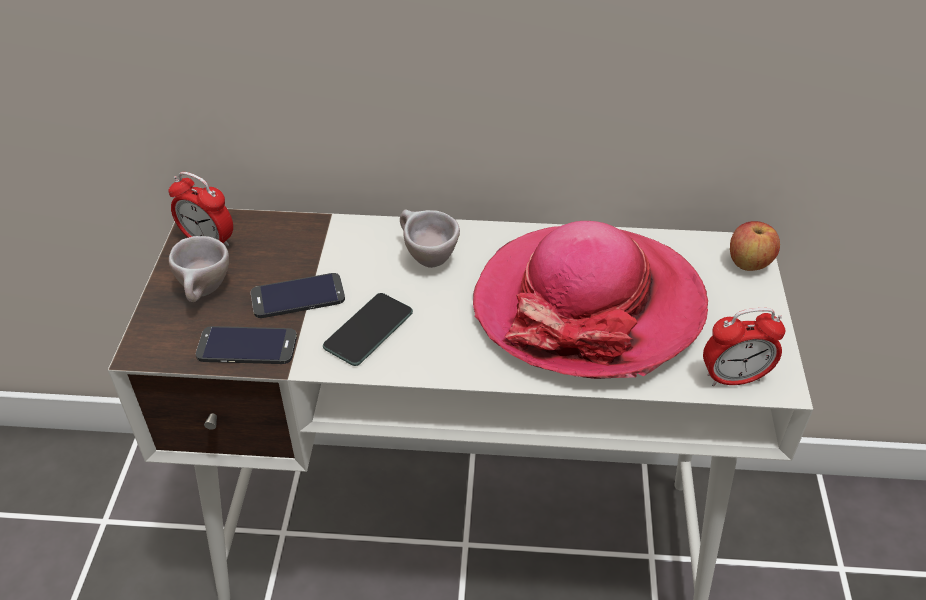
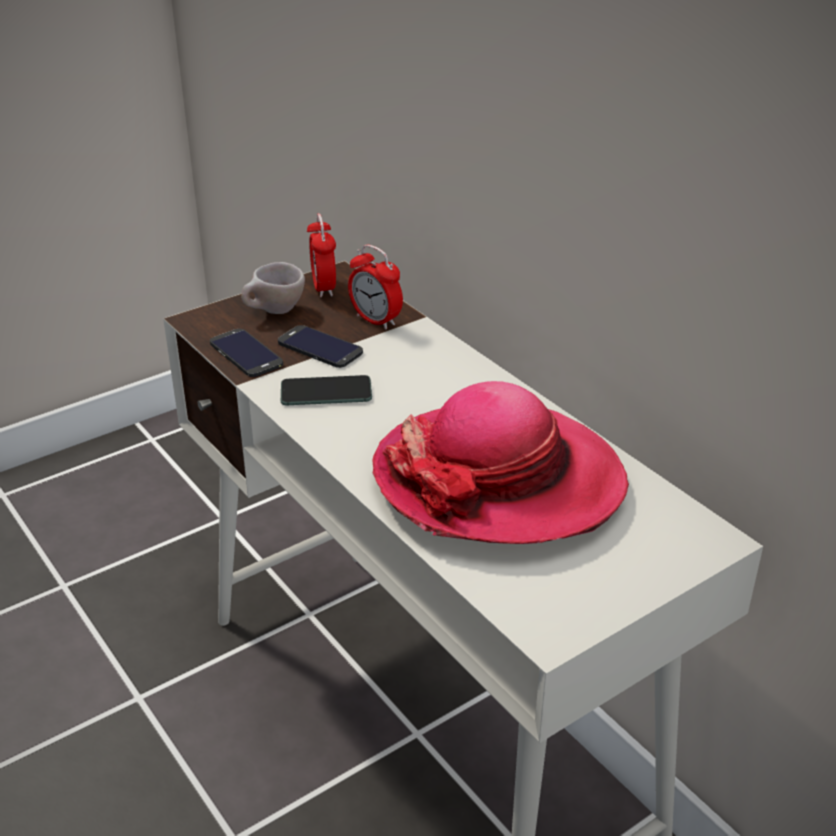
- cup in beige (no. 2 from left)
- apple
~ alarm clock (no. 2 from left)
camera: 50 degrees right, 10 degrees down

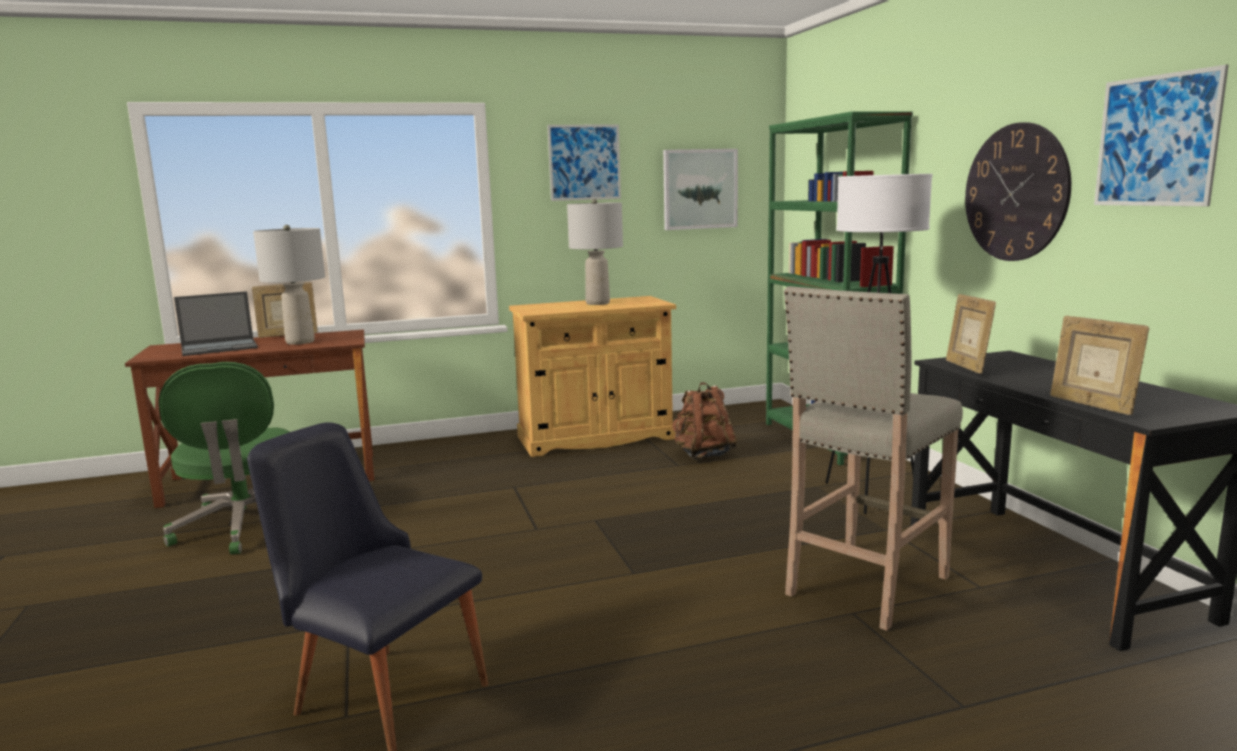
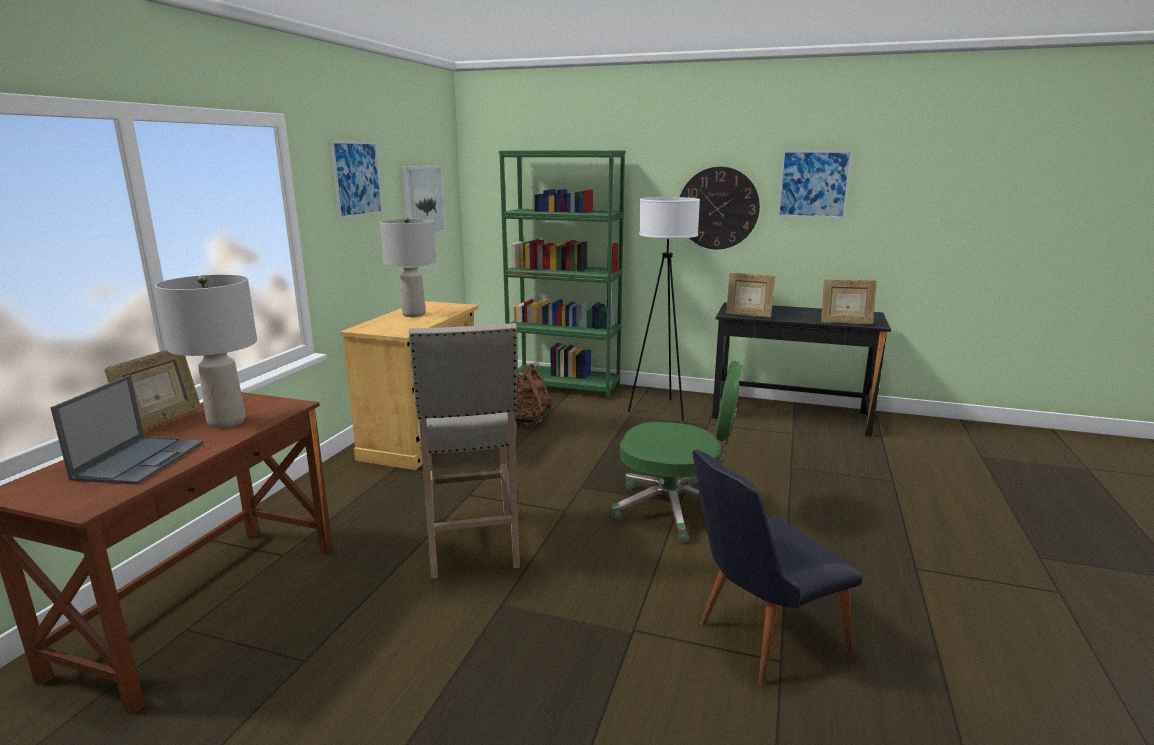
~ stool in beige
~ office chair in green
camera: 55 degrees left, 5 degrees up

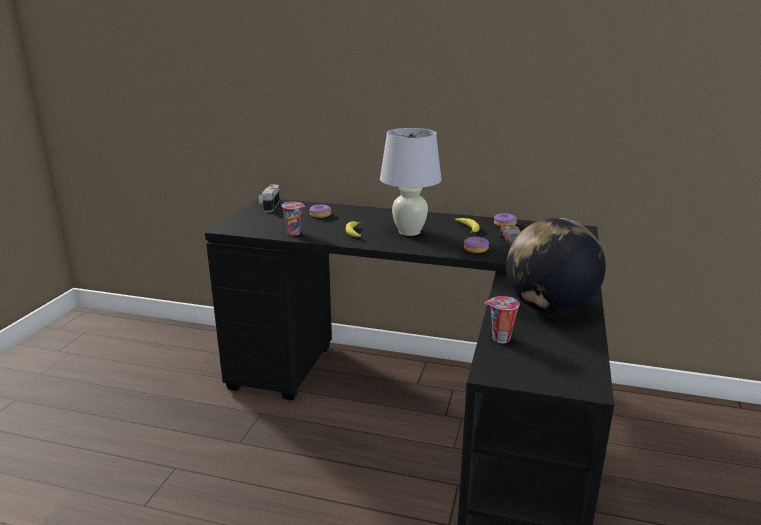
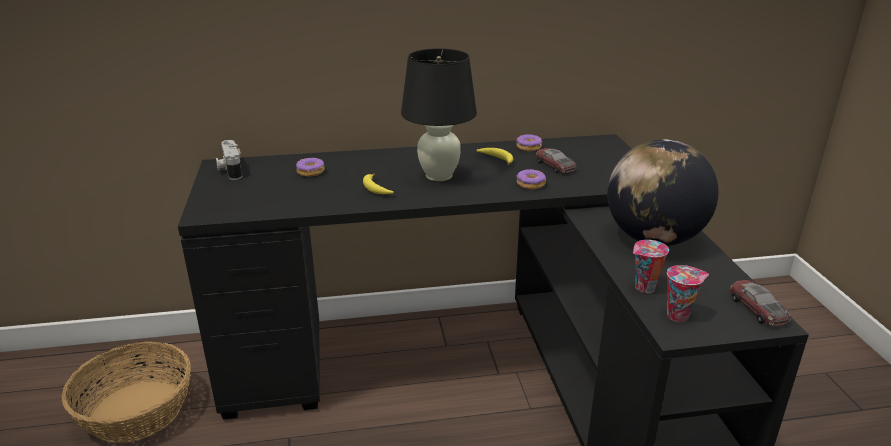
~ table lamp in white to table lamp in black
~ cup (no. 1 from left in the first image) to cup (no. 2 from left)
+ toy car (no. 2 from left)
+ basket
camera: 25 degrees left, 5 degrees up

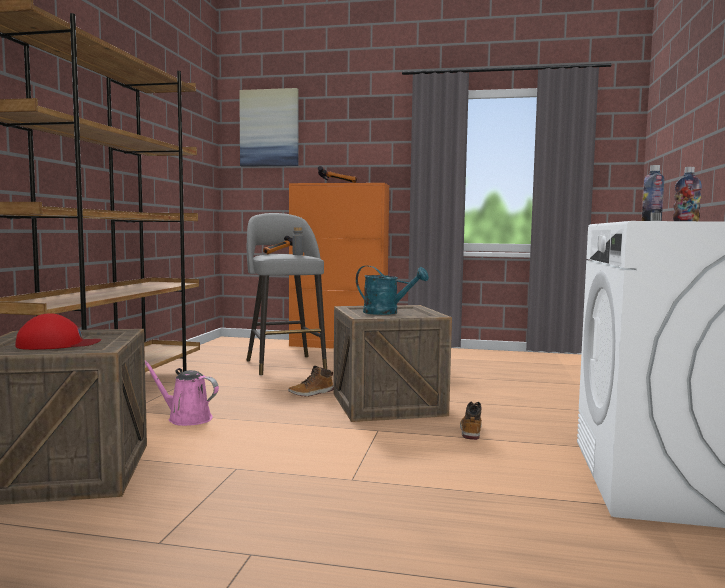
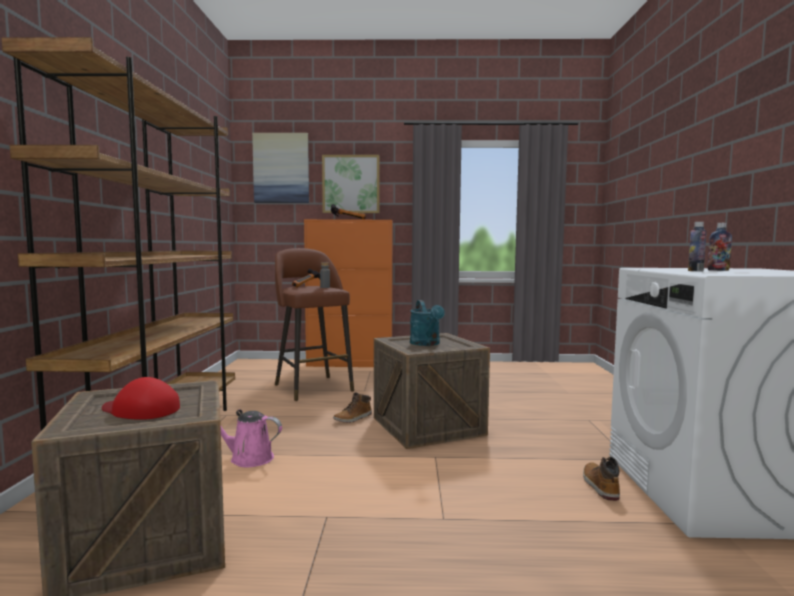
~ stool in grey to stool in brown
~ watering can in turquoise 60 degrees clockwise
~ cap in red 135 degrees counterclockwise
~ boot (no. 2 from left)
+ picture (no. 2 from left)
camera: 10 degrees left, 0 degrees up

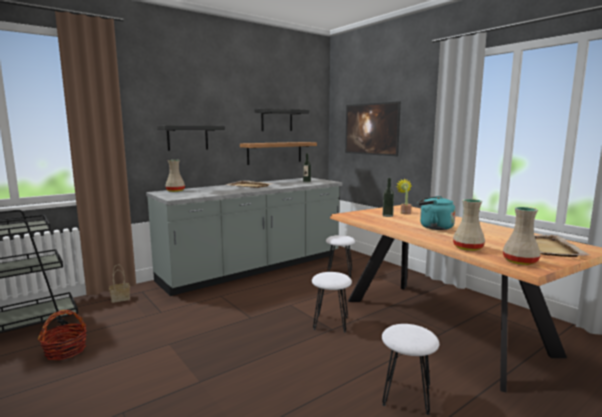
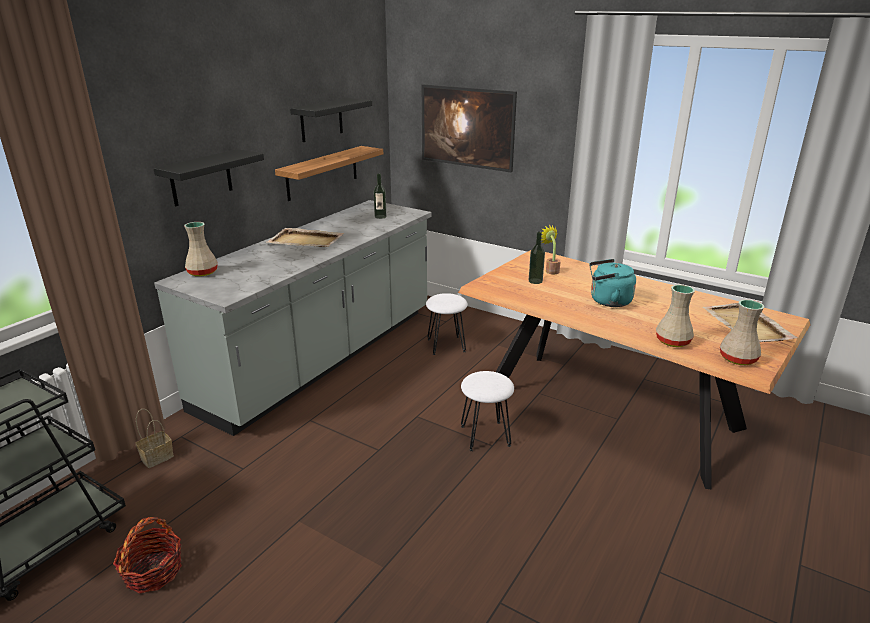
- stool in white (no. 3 from left)
camera: 20 degrees left, 15 degrees up

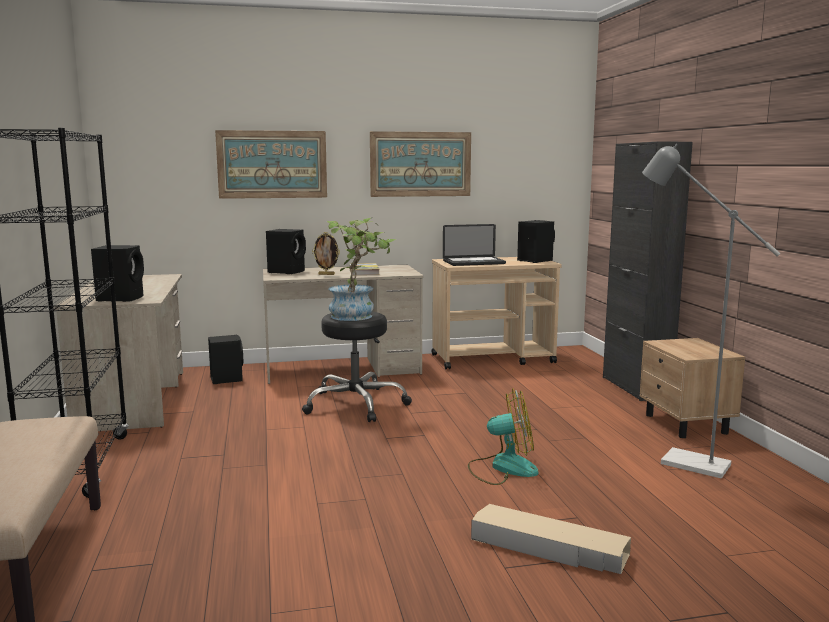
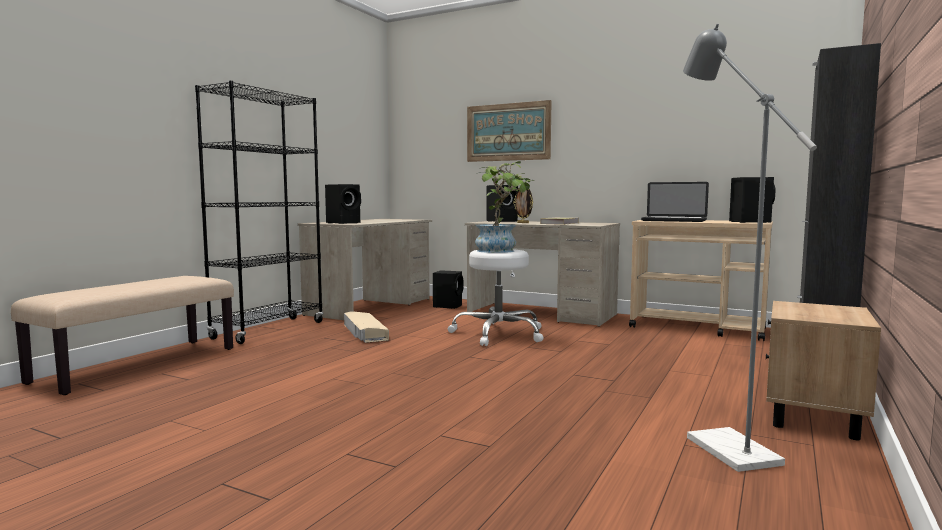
- picture (no. 2 from left)
~ stool in black to stool in white
- fan
~ storage box in beige
camera: 40 degrees right, 5 degrees down

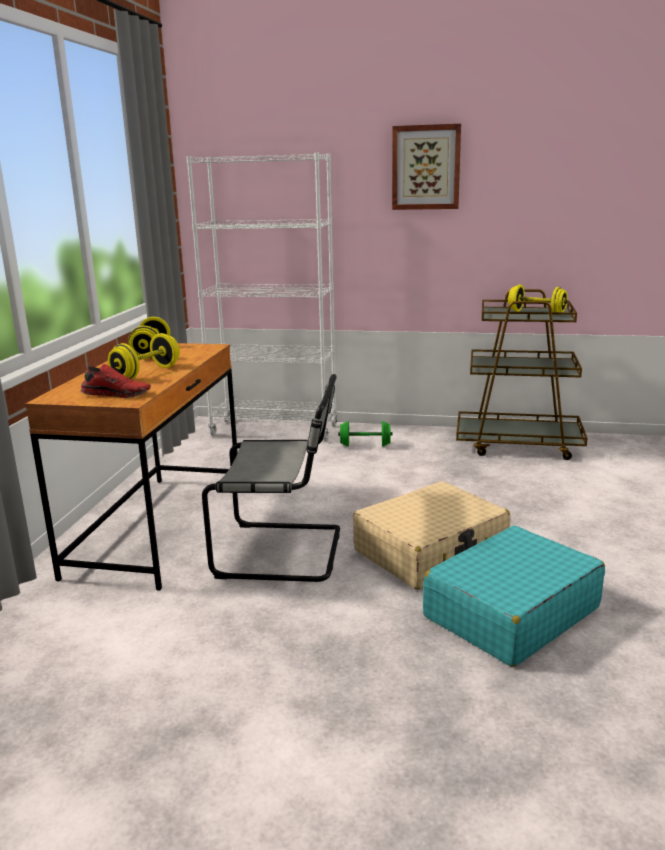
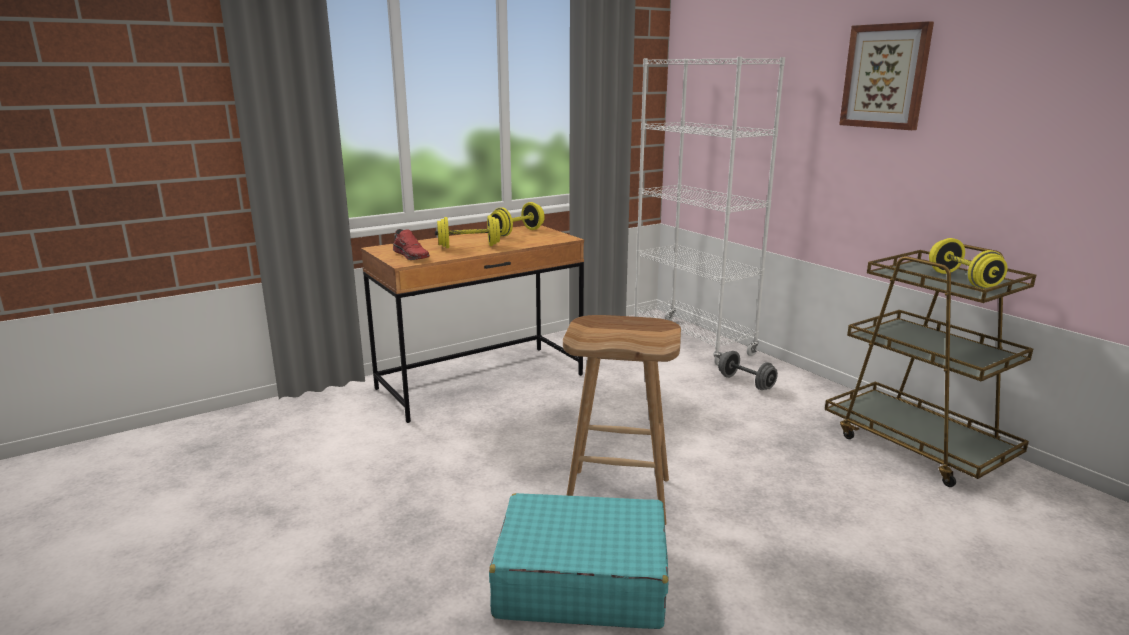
- chair in grey
~ dumbbell in green to dumbbell in grey
~ suitcase in beige to stool in brown
camera: 45 degrees right, 0 degrees up

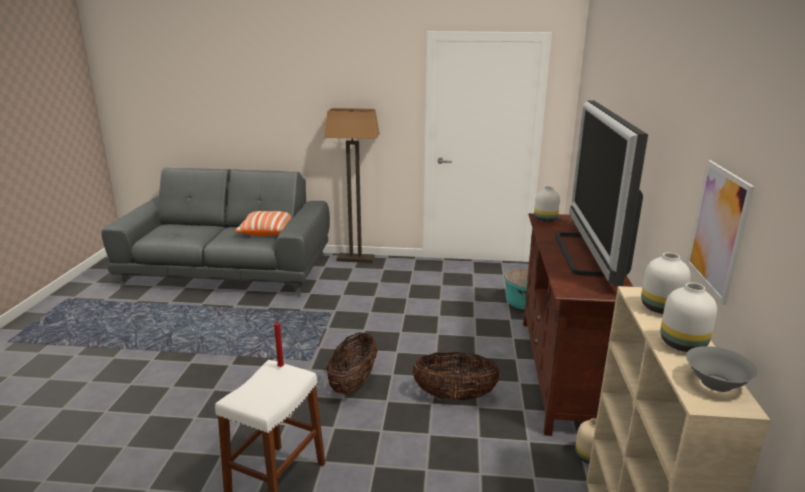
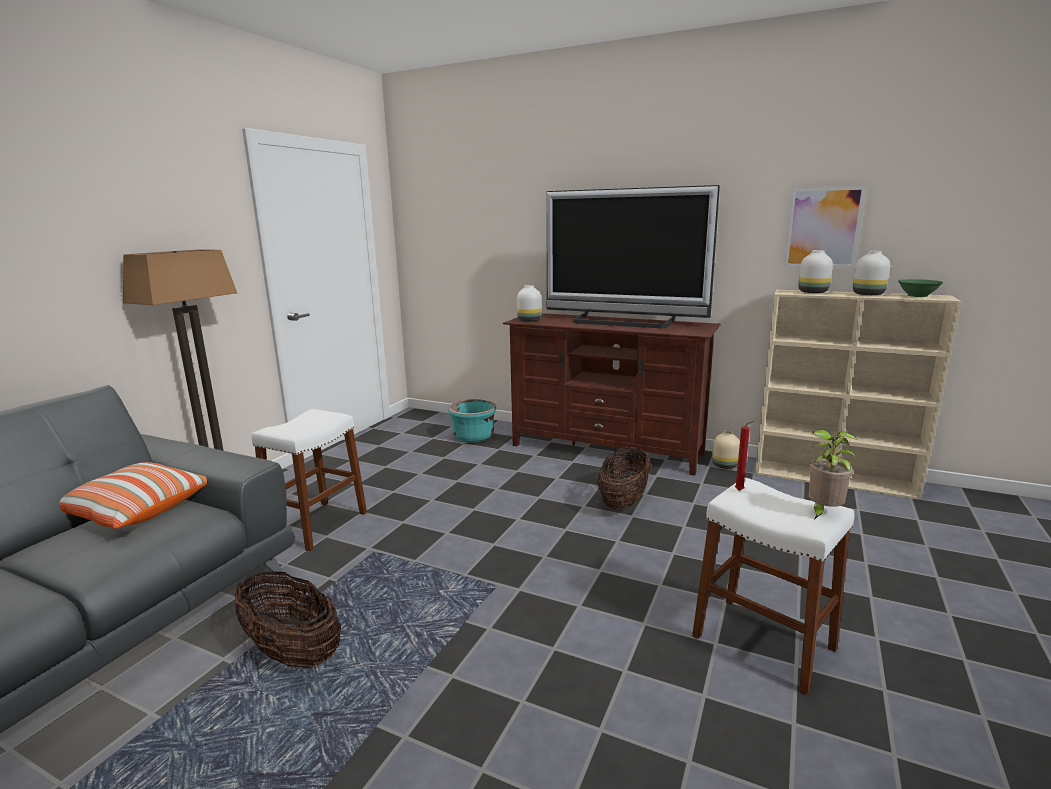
~ basket (no. 1 from left)
~ bowl in grey to bowl in green
+ stool in white (no. 1 from left)
+ potted plant
camera: 70 degrees left, 5 degrees down

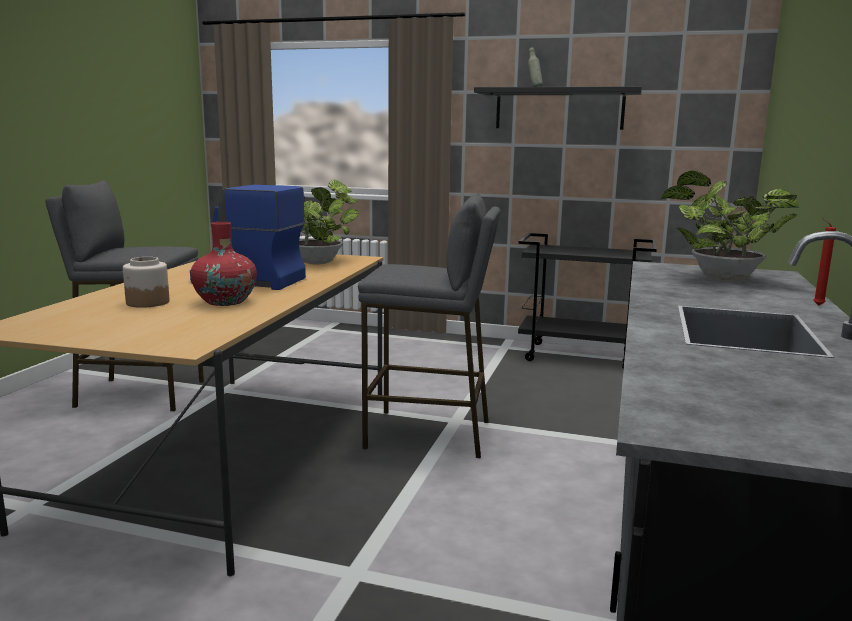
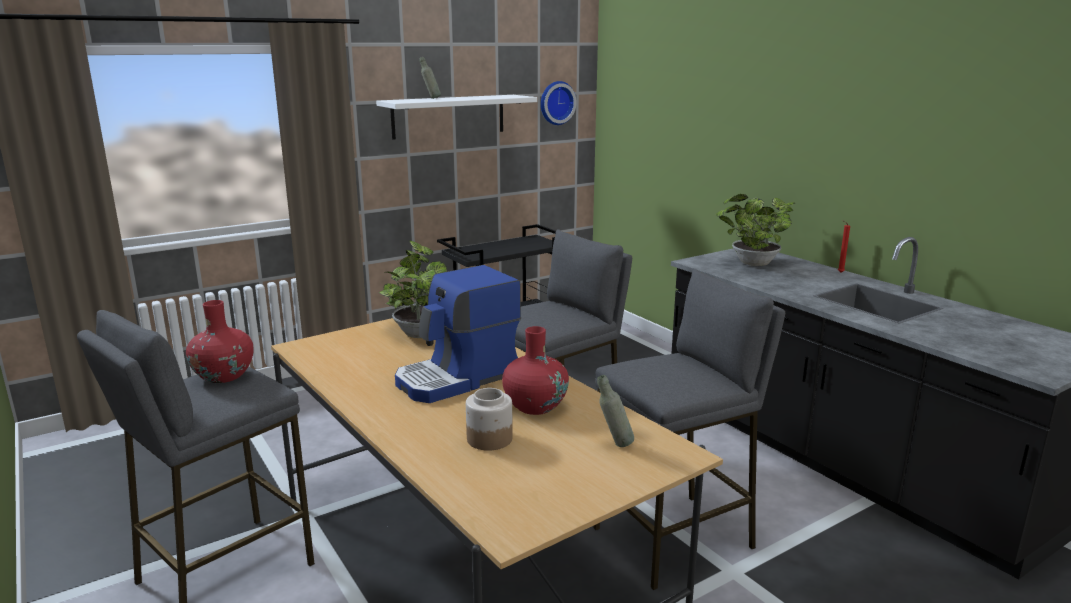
~ shelf in black to shelf in white
+ wall clock
+ stool in grey (no. 3 from left)
+ vase in red (no. 1 from left)
+ bottle in grey (no. 2 from left)
camera: 50 degrees left, 5 degrees up

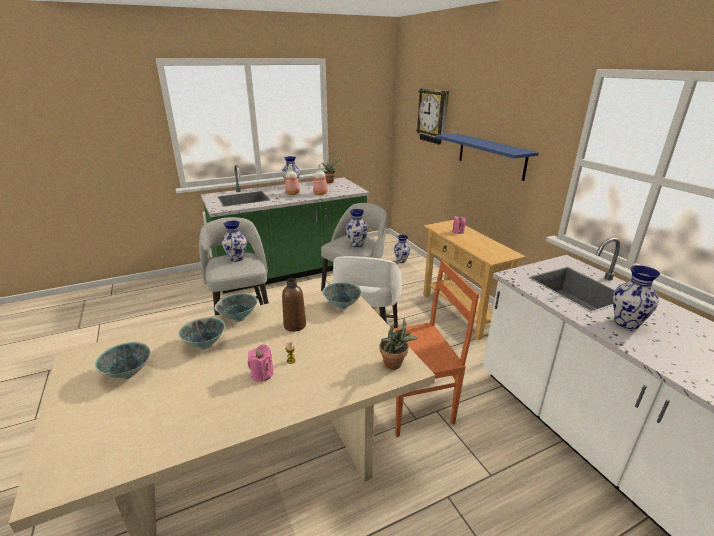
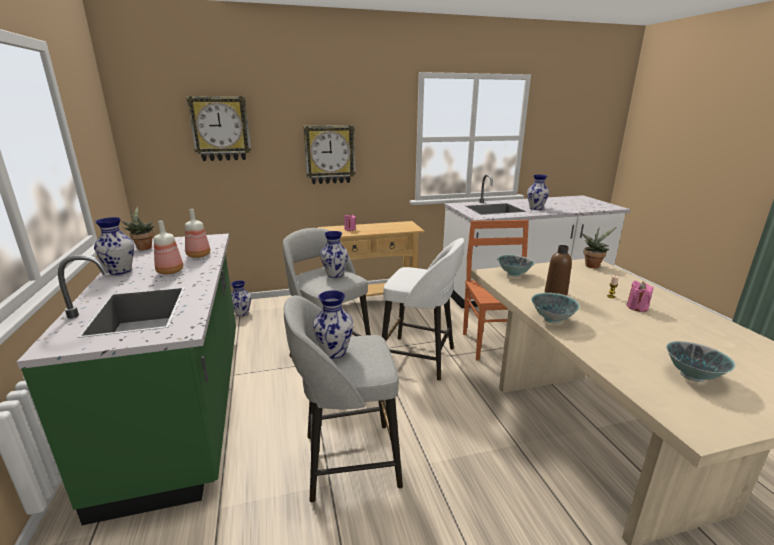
~ shelf in blue to wall clock (no. 2 from left)
- bowl (no. 2 from left)
camera: 80 degrees left, 5 degrees down

